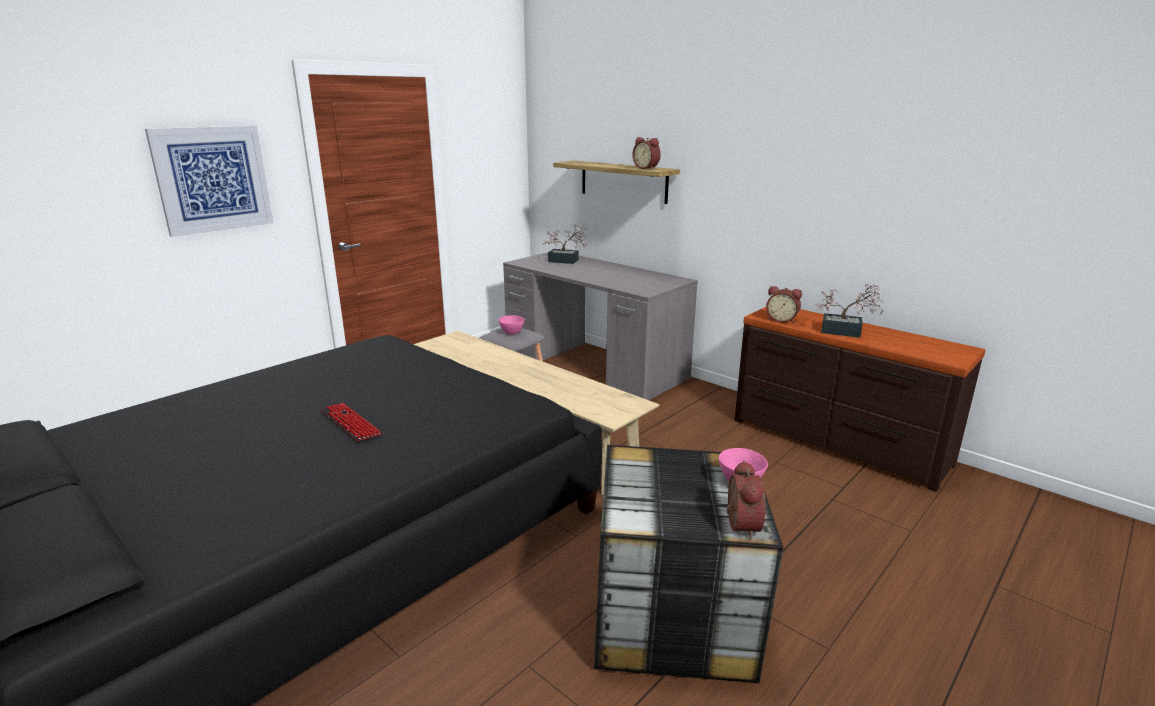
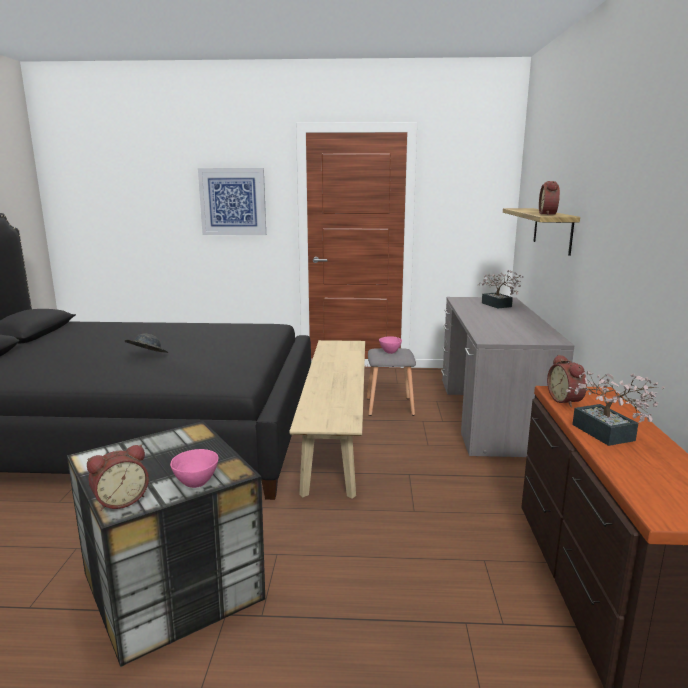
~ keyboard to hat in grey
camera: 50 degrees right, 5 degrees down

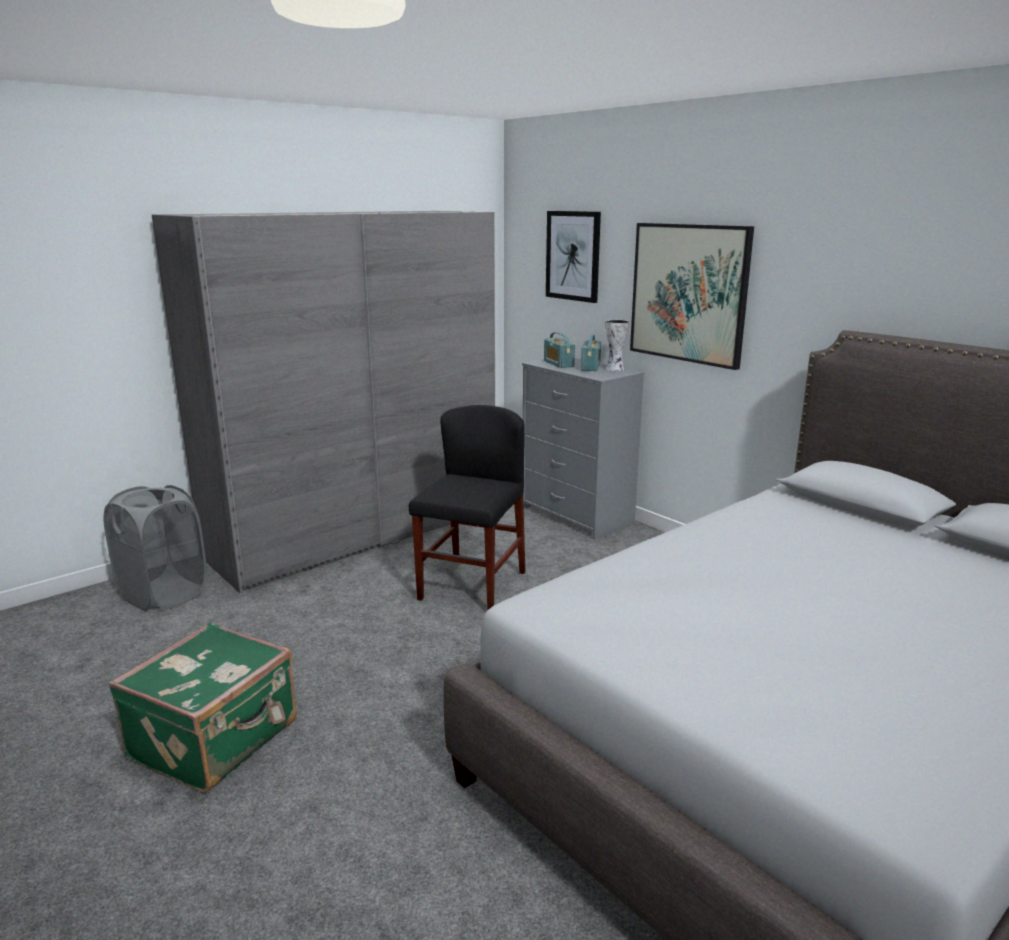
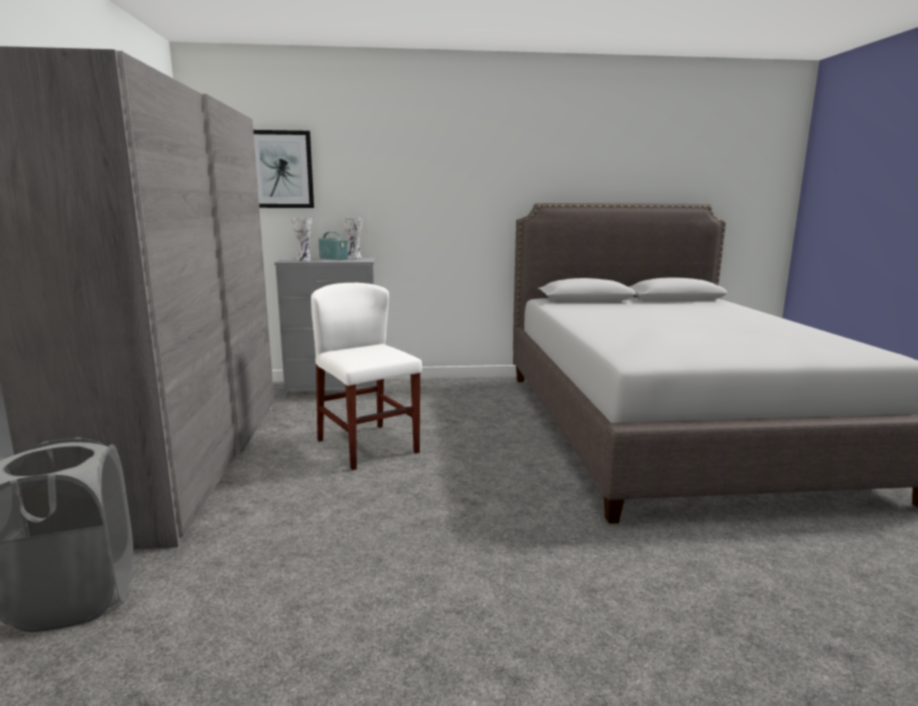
- picture (no. 2 from left)
~ radio (no. 1 from left) to vase (no. 1 from left)
~ chair in black to chair in white
- suitcase in green
camera: 55 degrees left, 5 degrees down

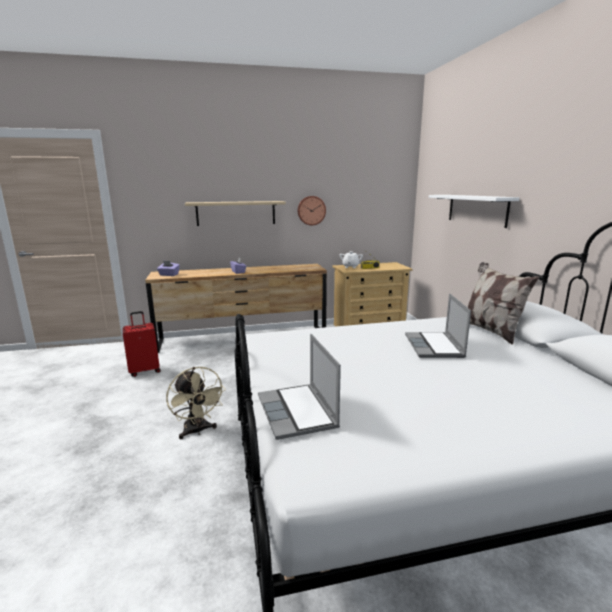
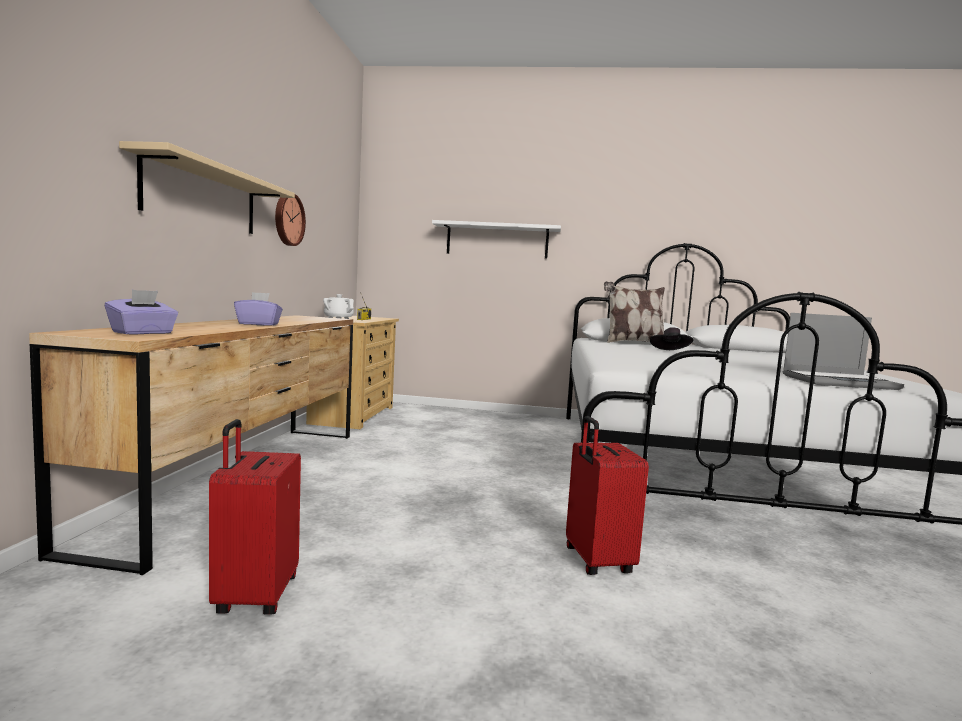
~ laptop (no. 2 from left) to hat in black
~ fan in beige to suitcase in red (no. 2 from left)
camera: 70 degrees left, 10 degrees down

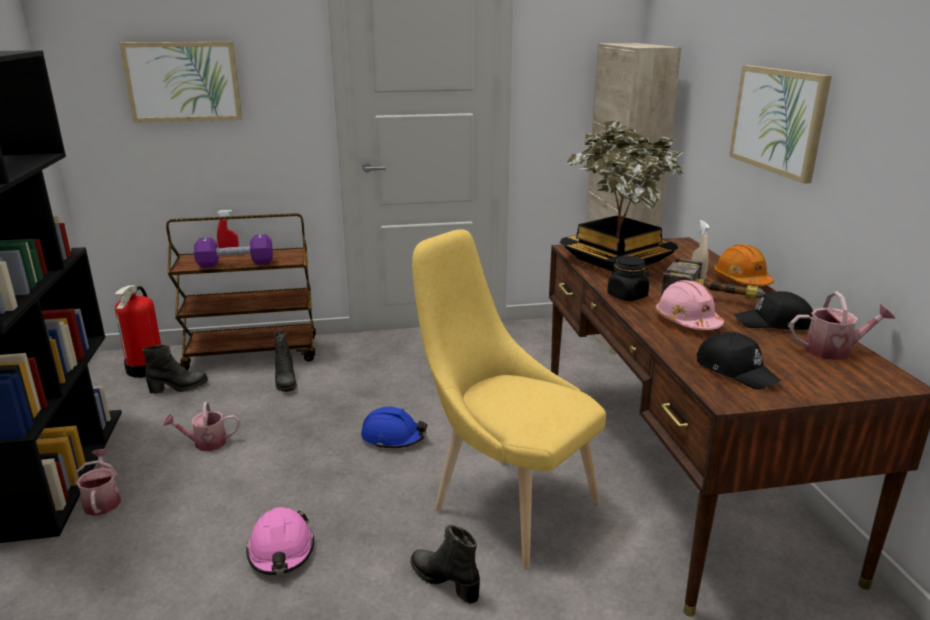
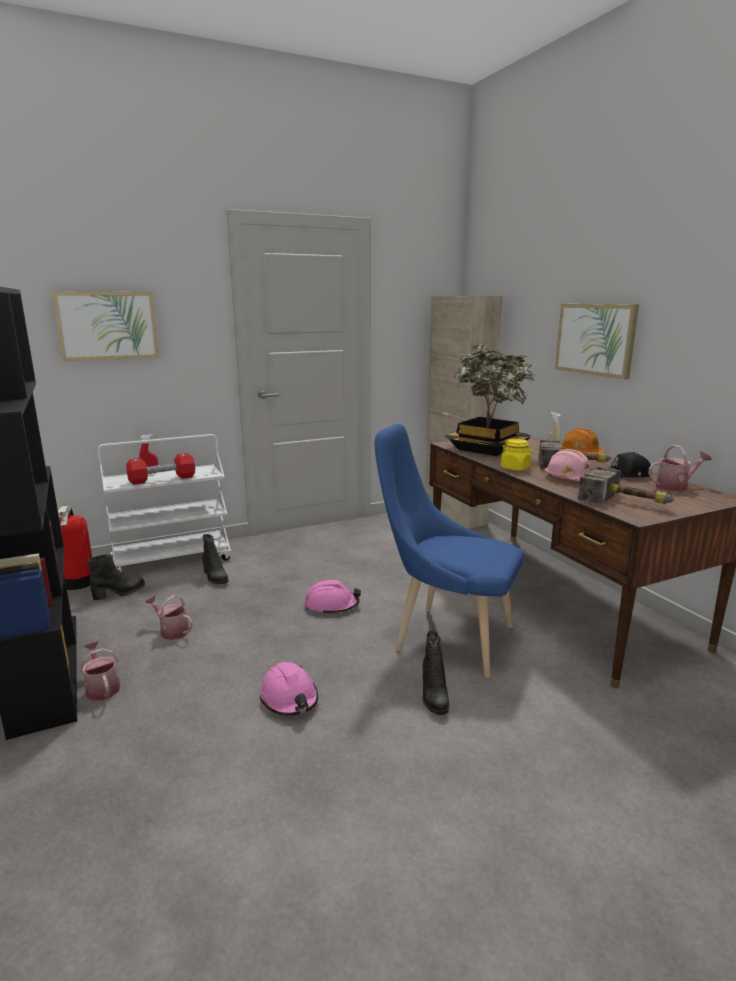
~ cart in brown to cart in white
~ chair in yellow to chair in blue
~ dumbbell in purple to dumbbell in red
~ jar in black to jar in yellow
~ cap in black (no. 1 from left) to hammer (no. 2 from left)
~ watering can (no. 2 from left) 60 degrees clockwise
~ hard hat in blue to hard hat in pink (no. 2 from left)
~ boot in black (no. 3 from left) 120 degrees counterclockwise
camera: 15 degrees left, 5 degrees down

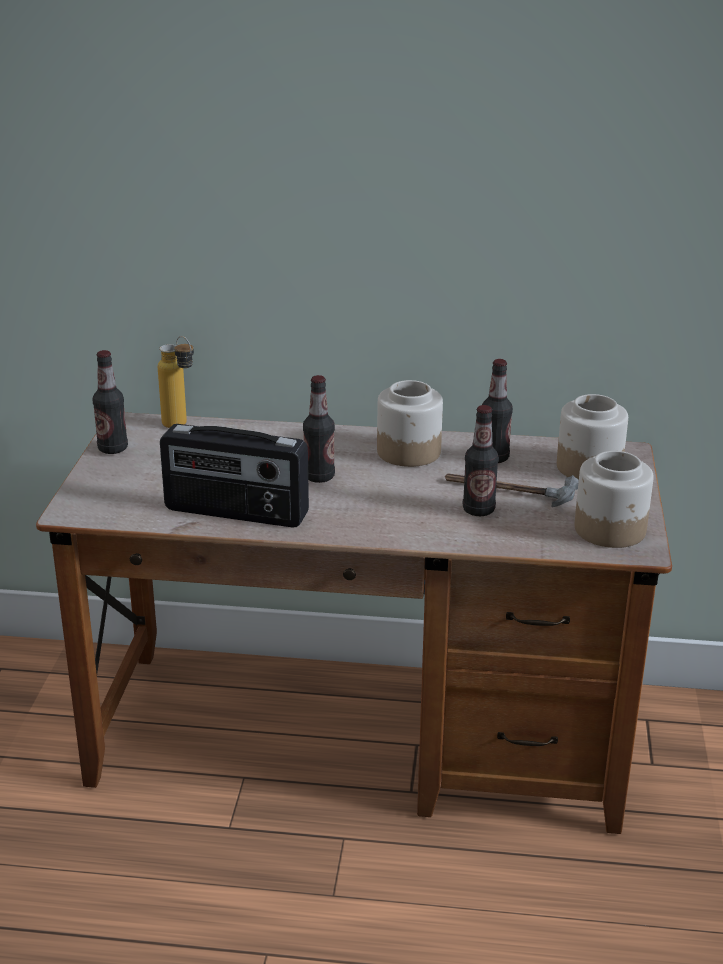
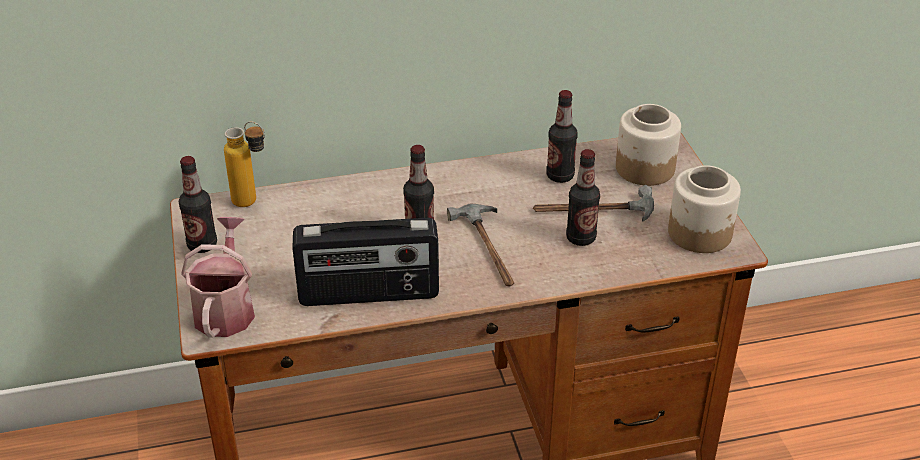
- jar (no. 1 from left)
+ hammer (no. 1 from left)
+ watering can
camera: 20 degrees left, 10 degrees up

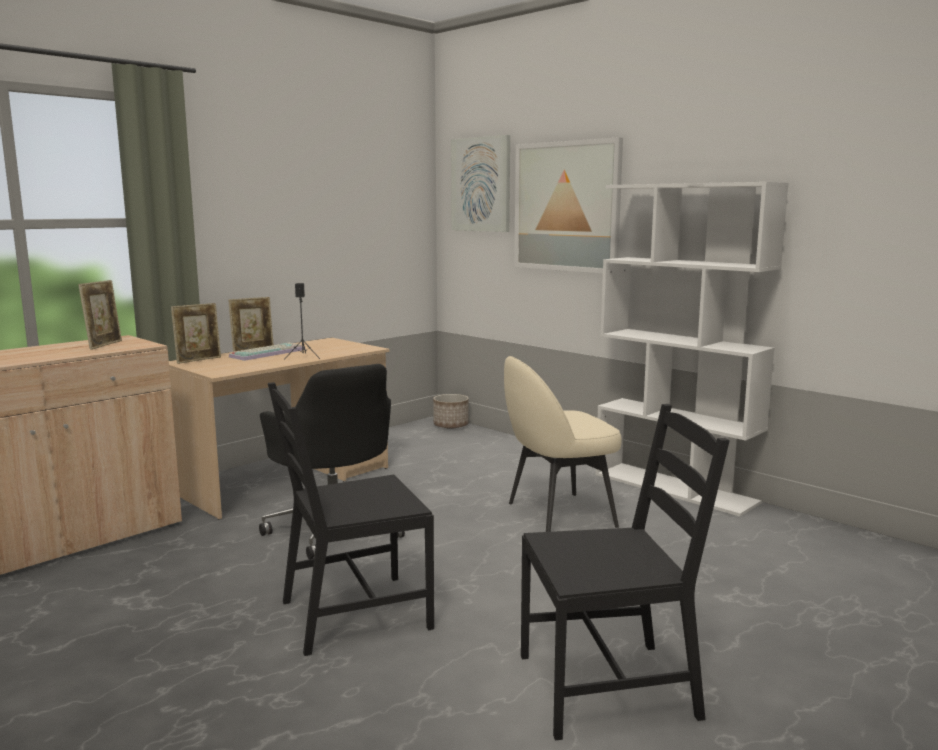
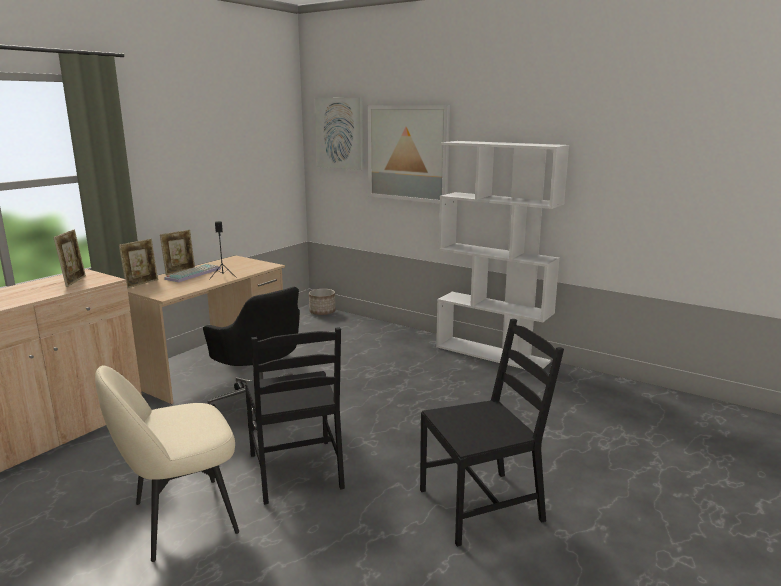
~ chair in beige
~ chair in black (no. 1 from left) 75 degrees counterclockwise
camera: 10 degrees left, 5 degrees up

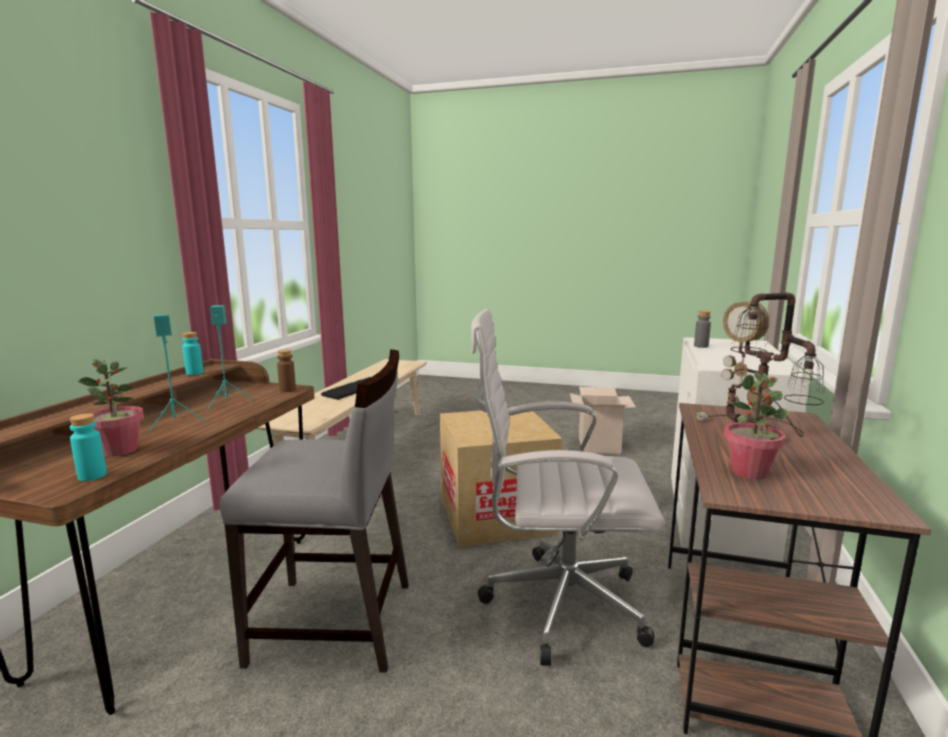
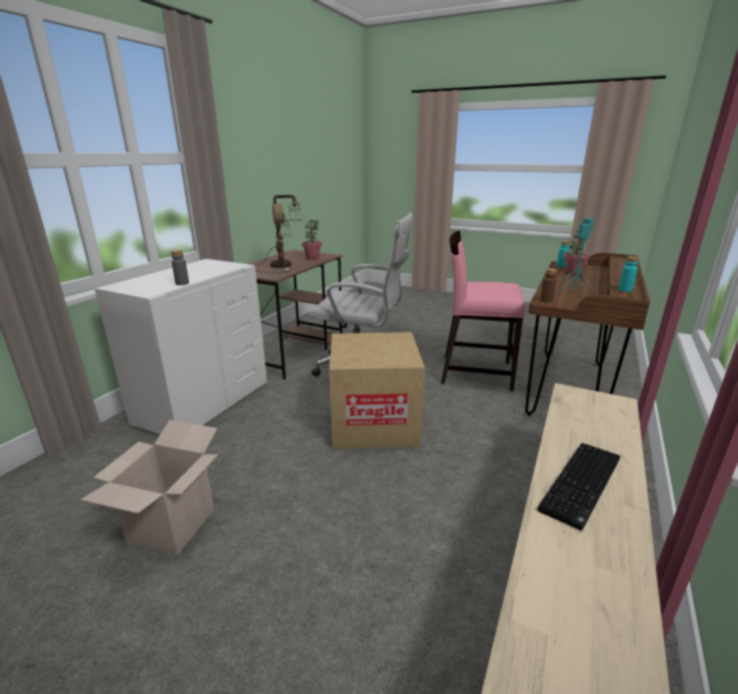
~ chair in grey to chair in pink
camera: 170 degrees left, 10 degrees up

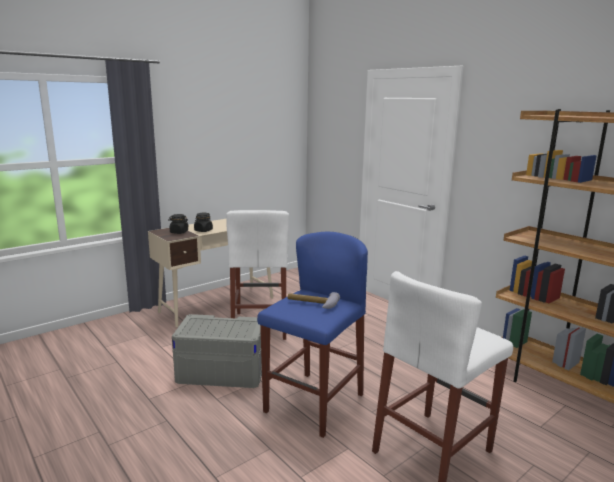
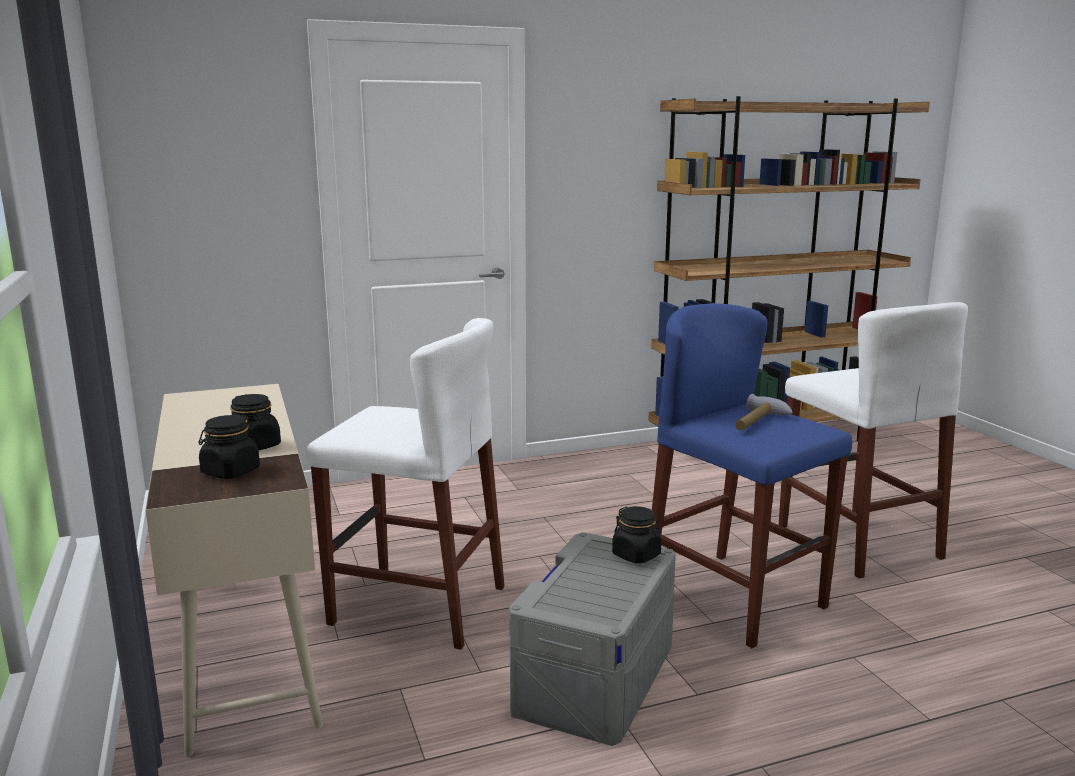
+ jar in black (no. 3 from left)
camera: 70 degrees left, 0 degrees up

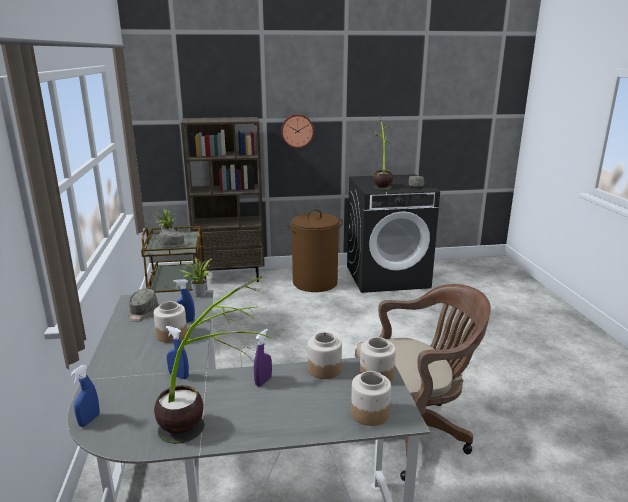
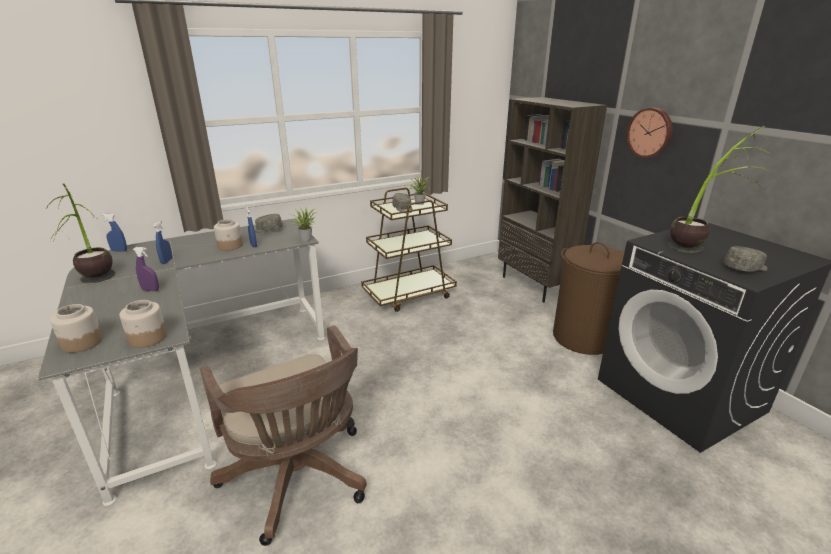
- jar (no. 2 from left)
camera: 70 degrees right, 5 degrees up

